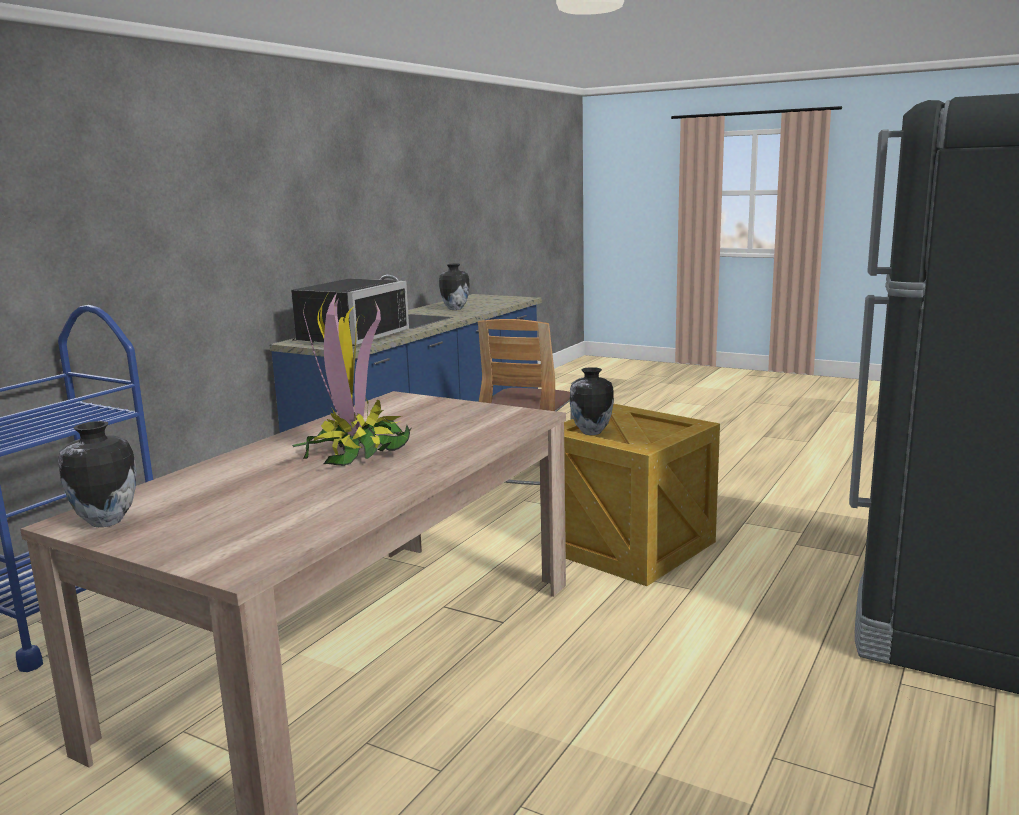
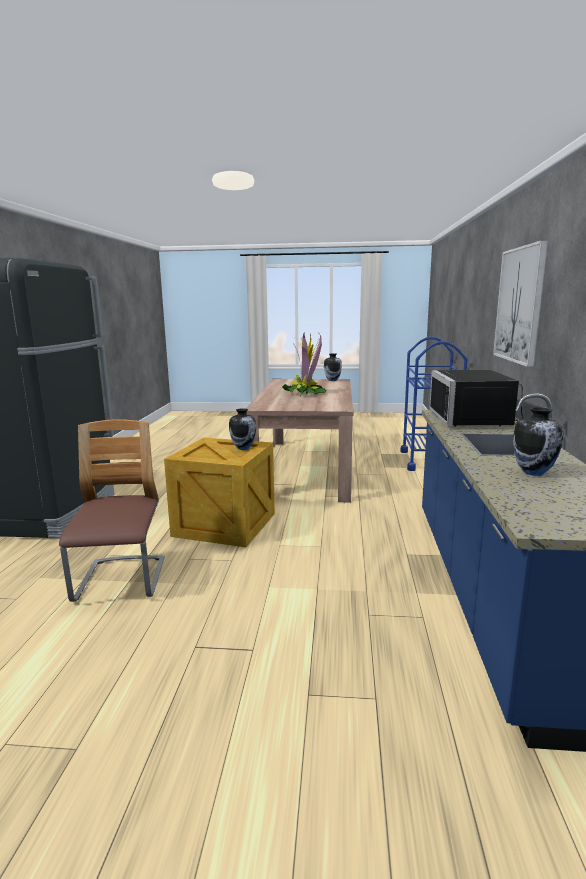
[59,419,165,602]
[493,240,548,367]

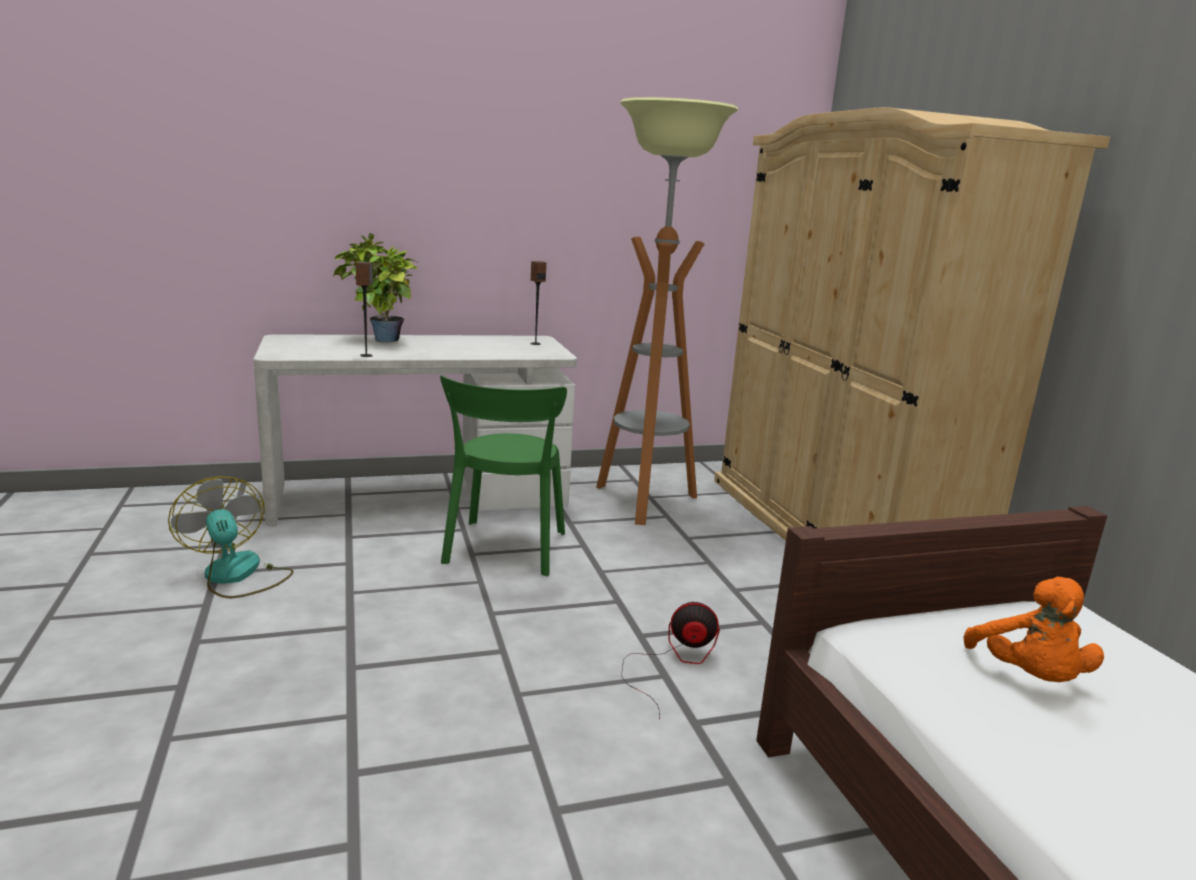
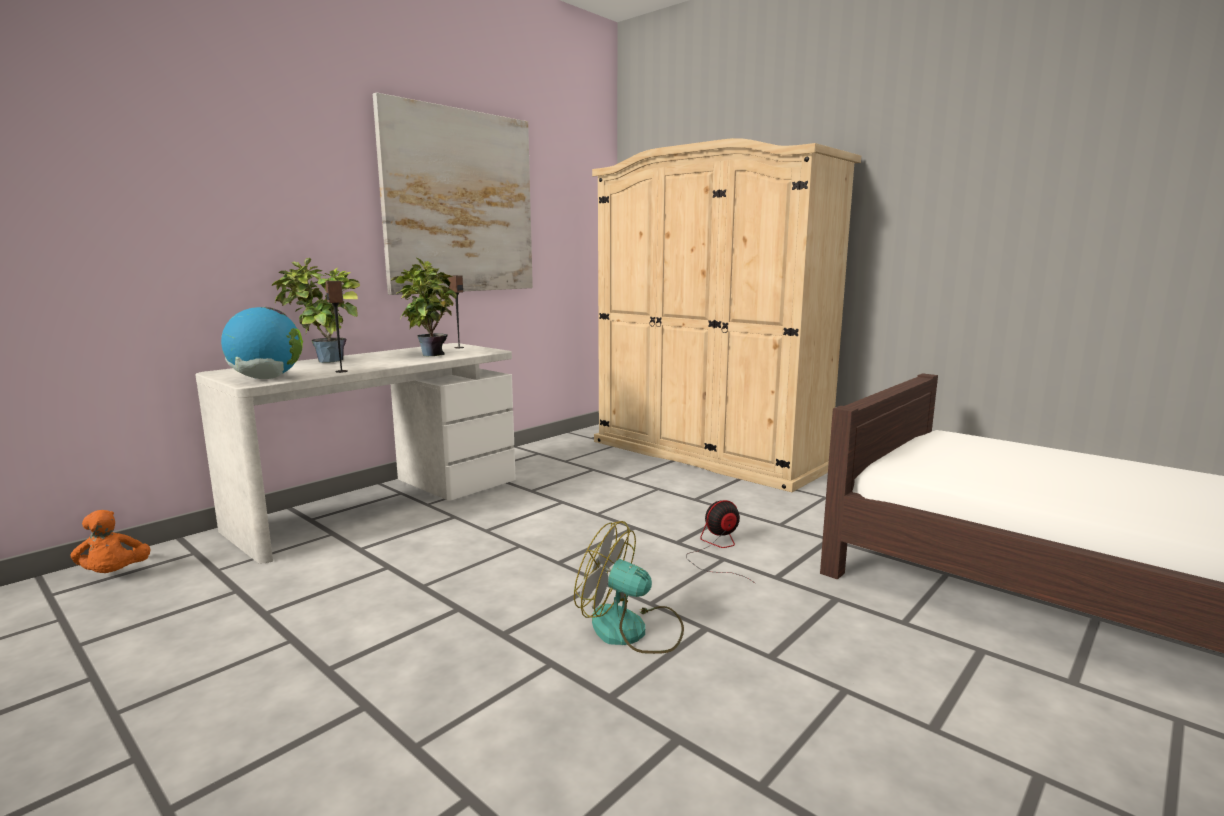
[70,510,151,573]
[221,307,303,379]
[373,92,533,295]
[390,258,457,356]
[574,521,684,654]
[440,375,567,576] (first image)
[596,97,738,525] (first image)

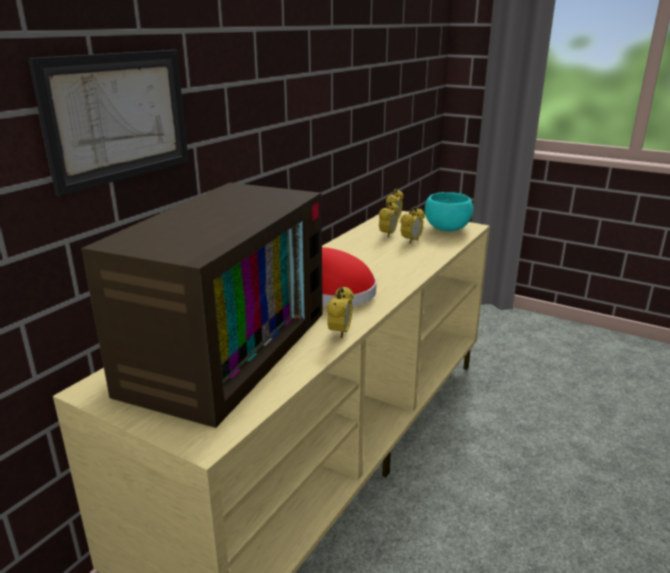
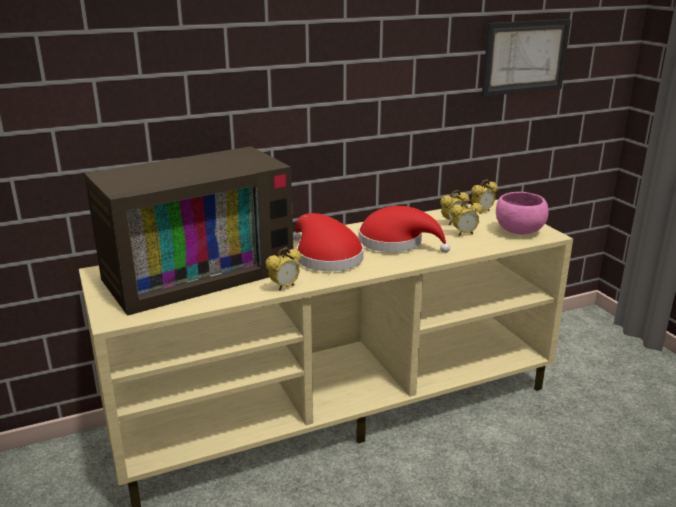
[358,206,450,253]
[482,19,571,96]
[496,192,549,235]

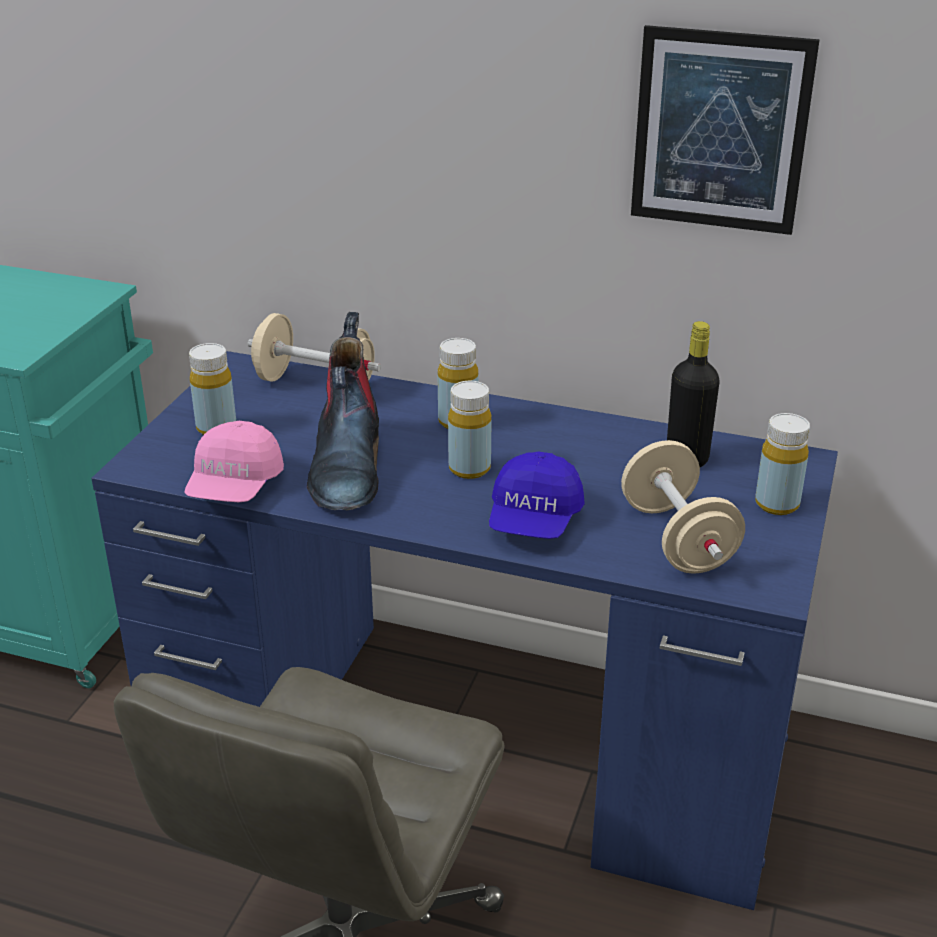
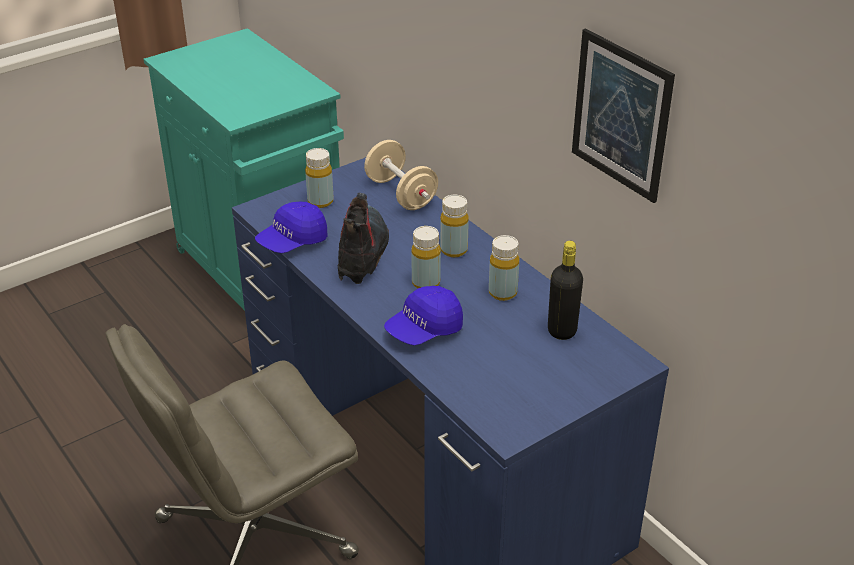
[255,202,327,253]
[338,193,389,284]
[489,235,519,301]
[621,440,745,574] (first image)

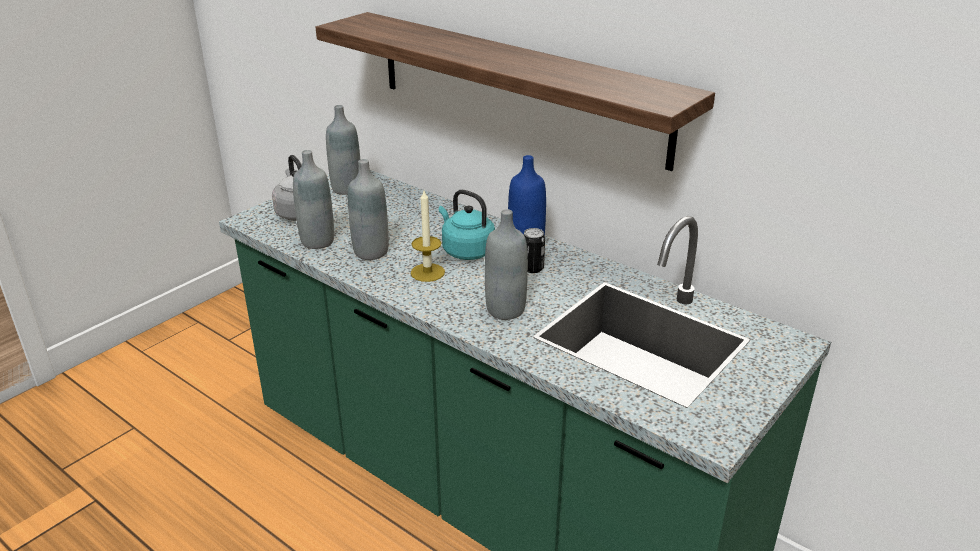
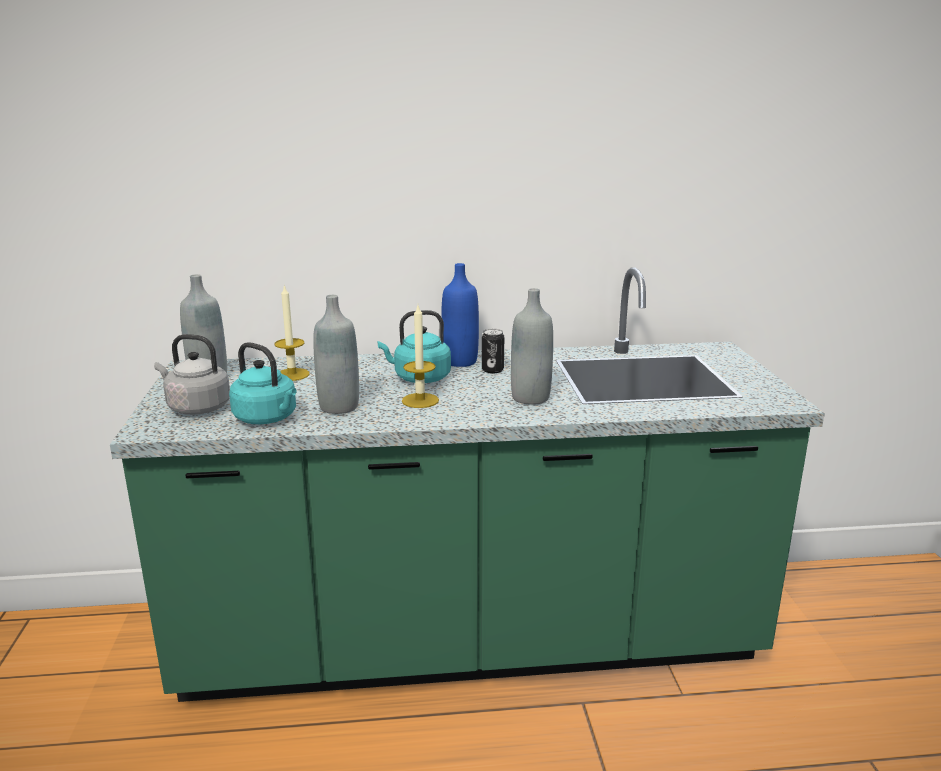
[229,342,297,424]
[274,285,310,381]
[316,12,715,171] (first image)

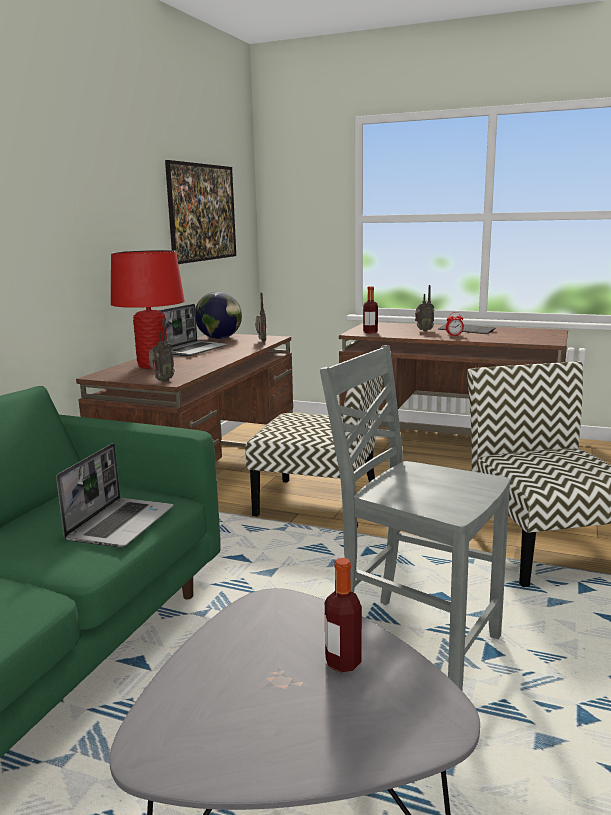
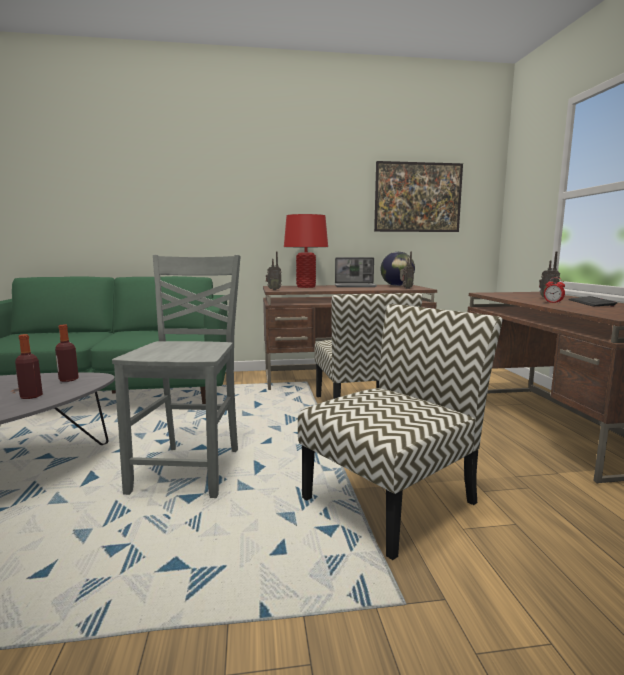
[55,325,79,382]
[56,443,173,547] (first image)

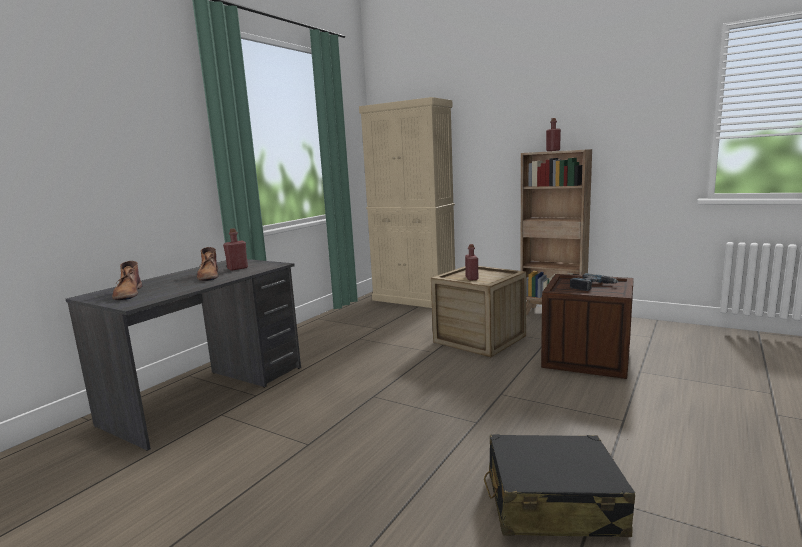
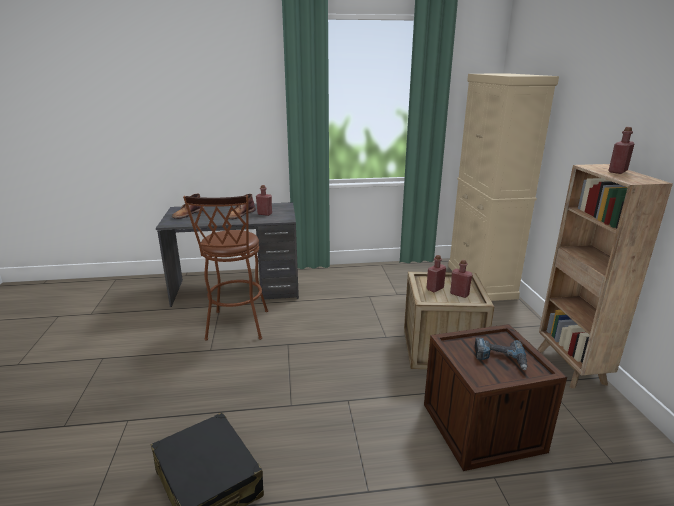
[183,195,268,340]
[450,260,473,298]

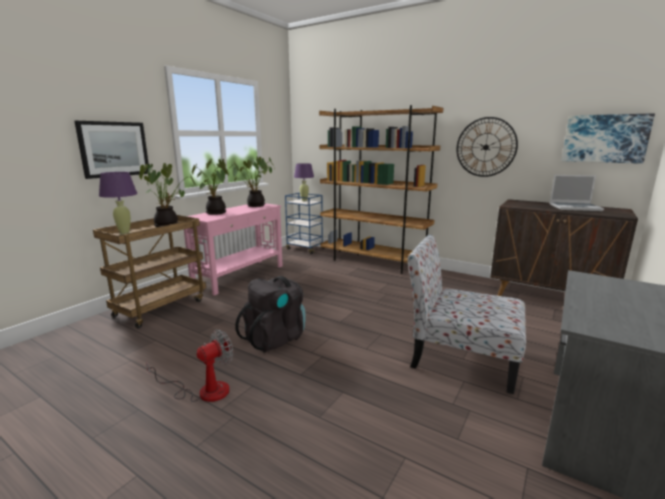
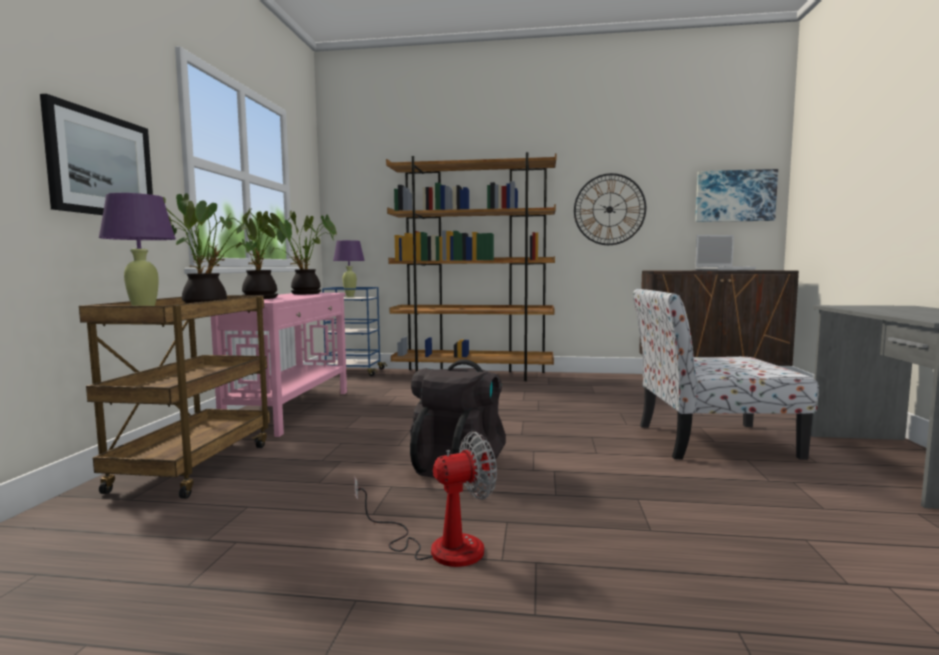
[354,432,497,567]

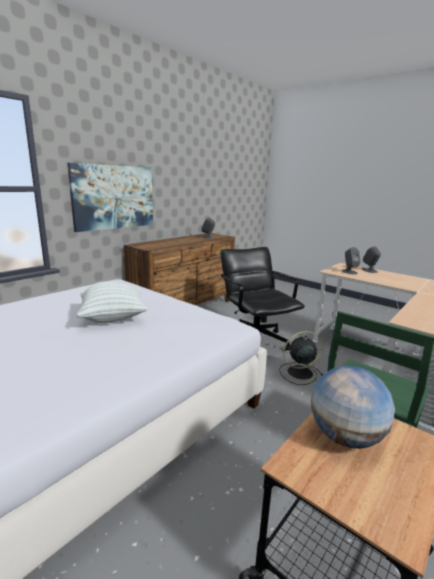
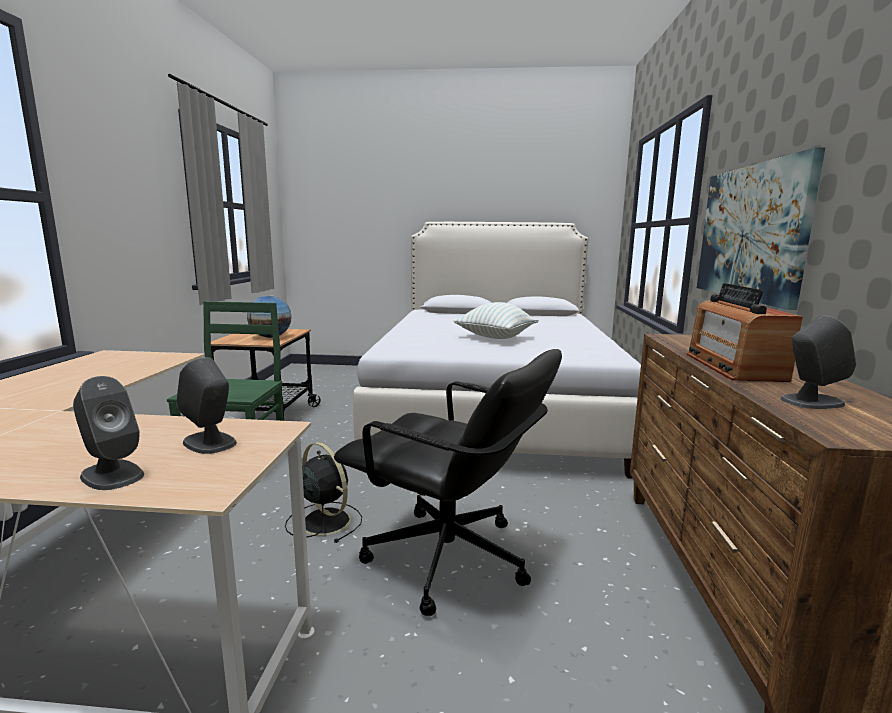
[285,442,362,543]
[686,283,803,382]

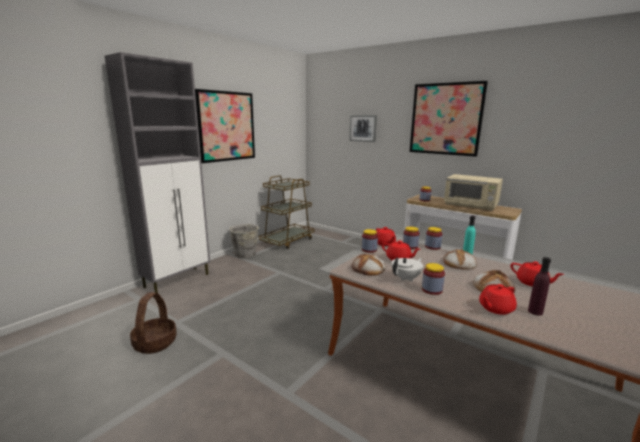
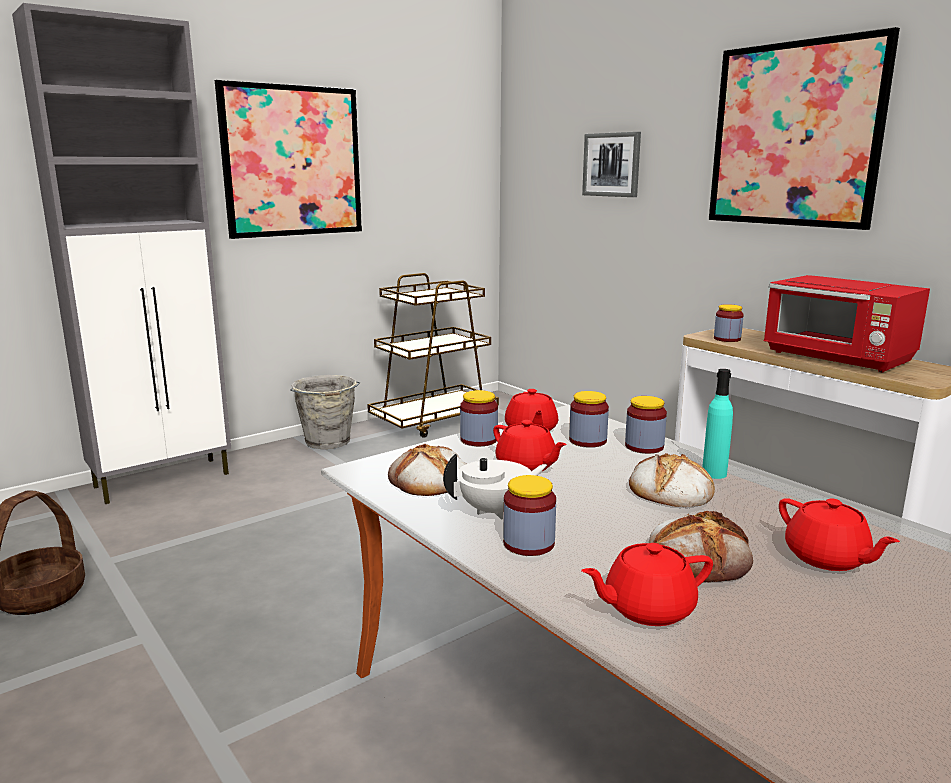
[764,275,930,372]
[528,257,551,316] (first image)

